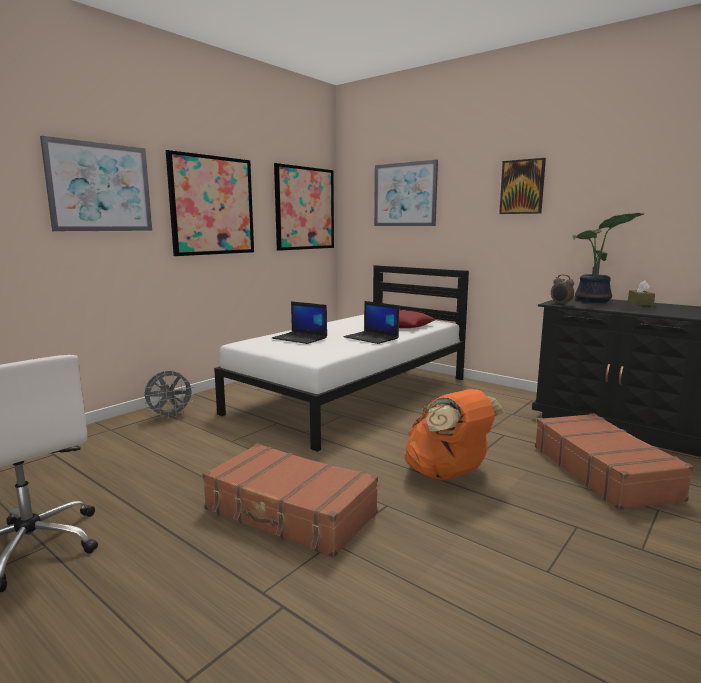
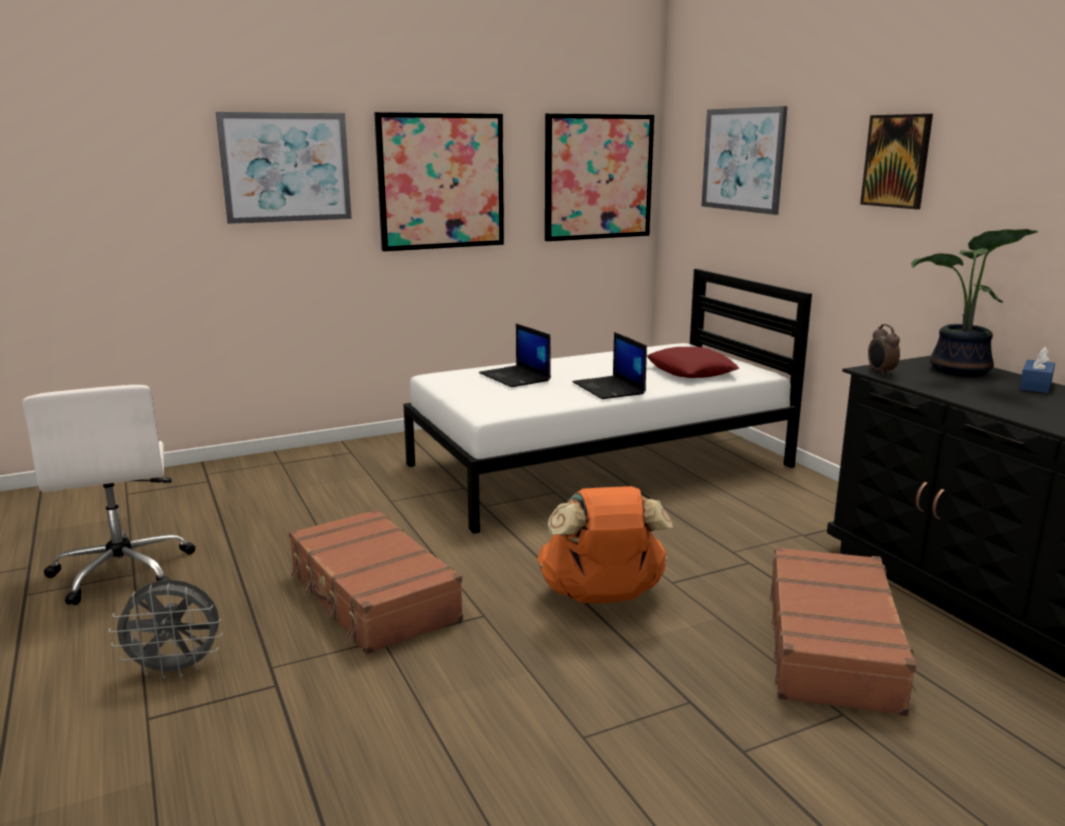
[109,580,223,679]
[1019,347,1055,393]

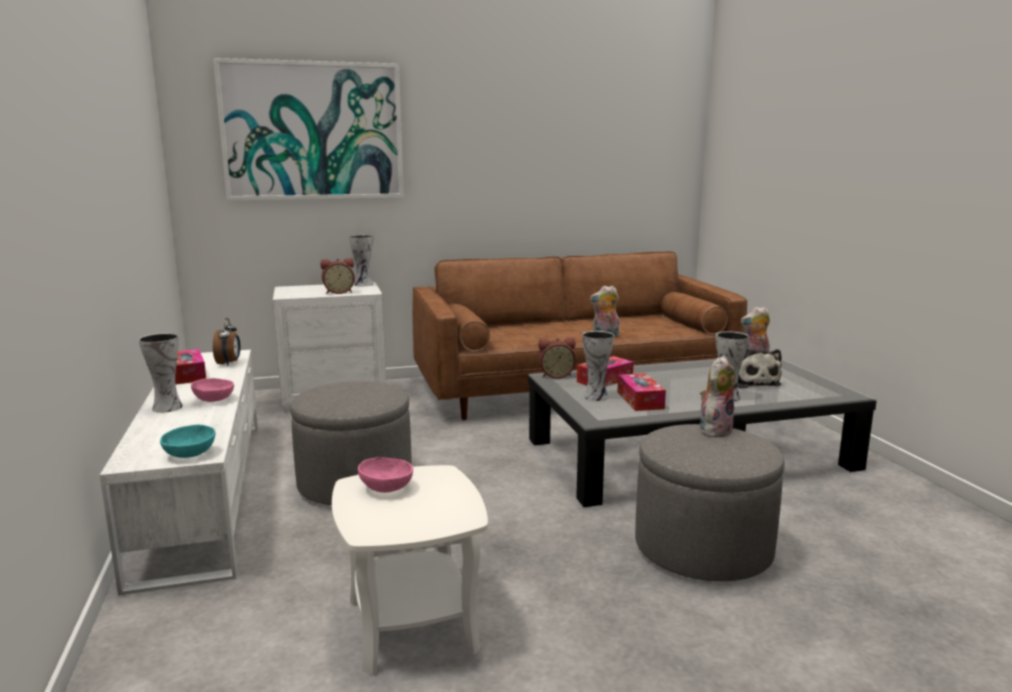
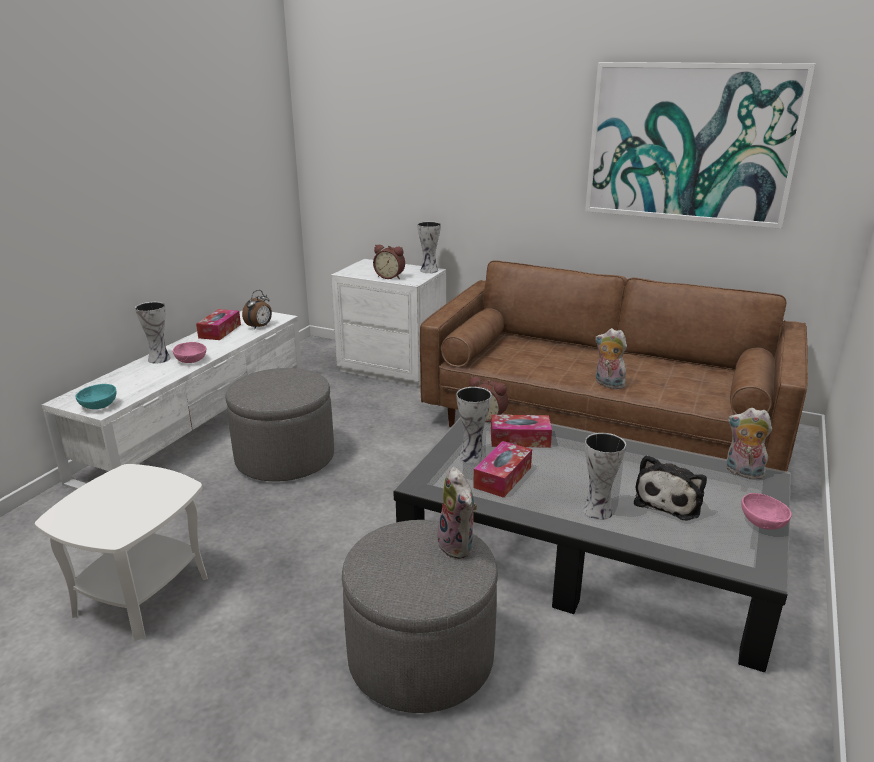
[437,467,477,559]
[585,62,815,229]
[741,493,792,530]

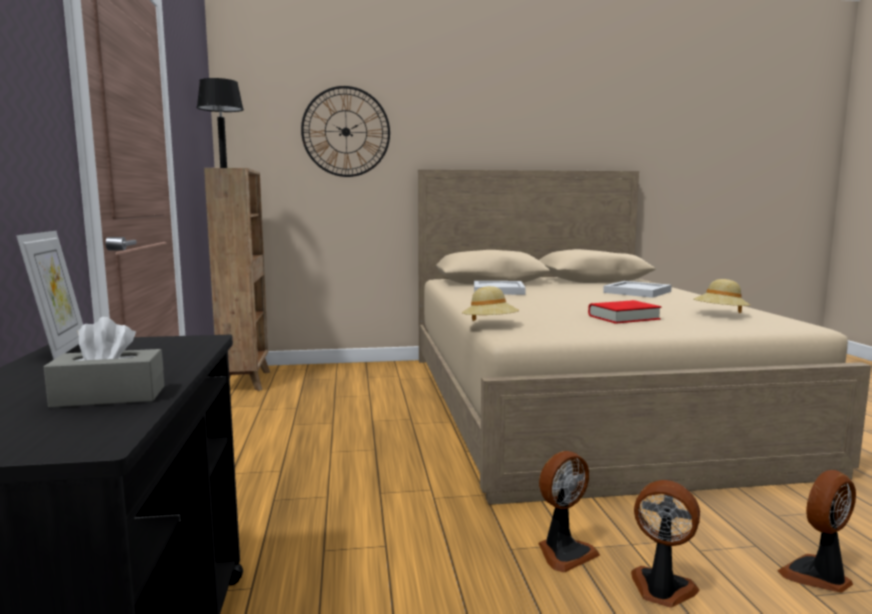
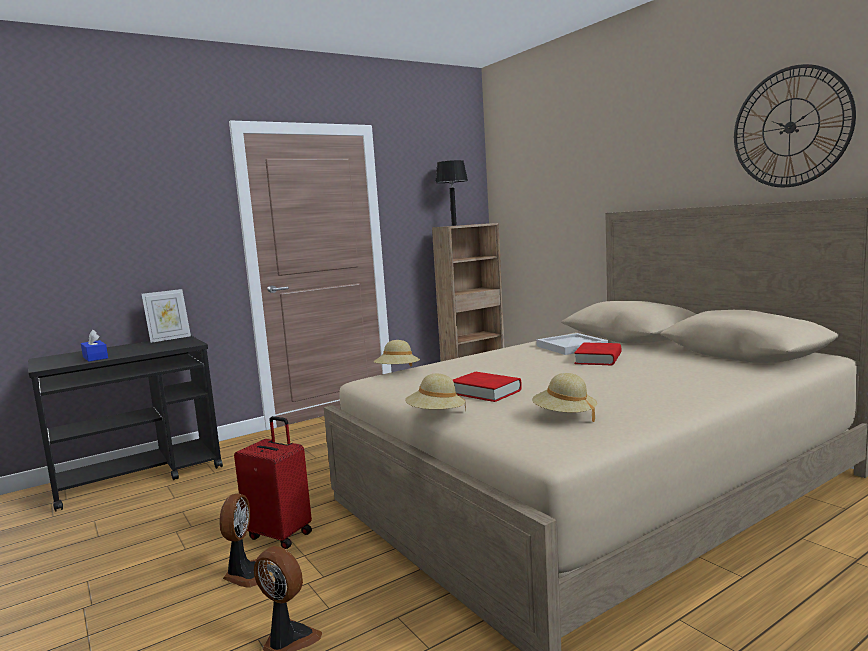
[81,330,108,362]
[234,416,312,549]
[405,374,466,410]
[574,343,621,365]
[734,64,856,187]
[603,281,672,298] (first image)

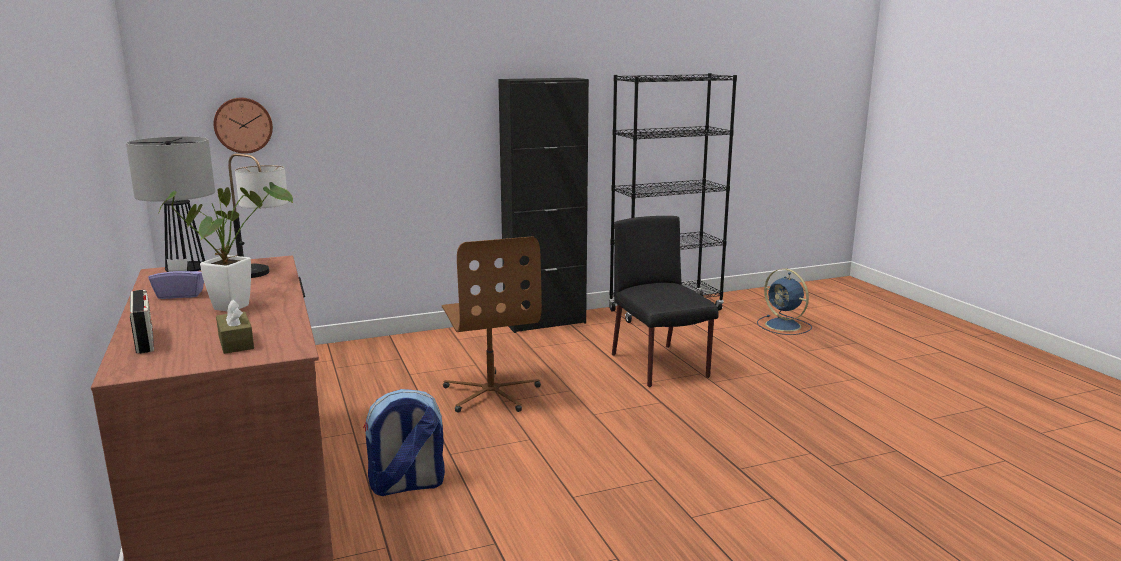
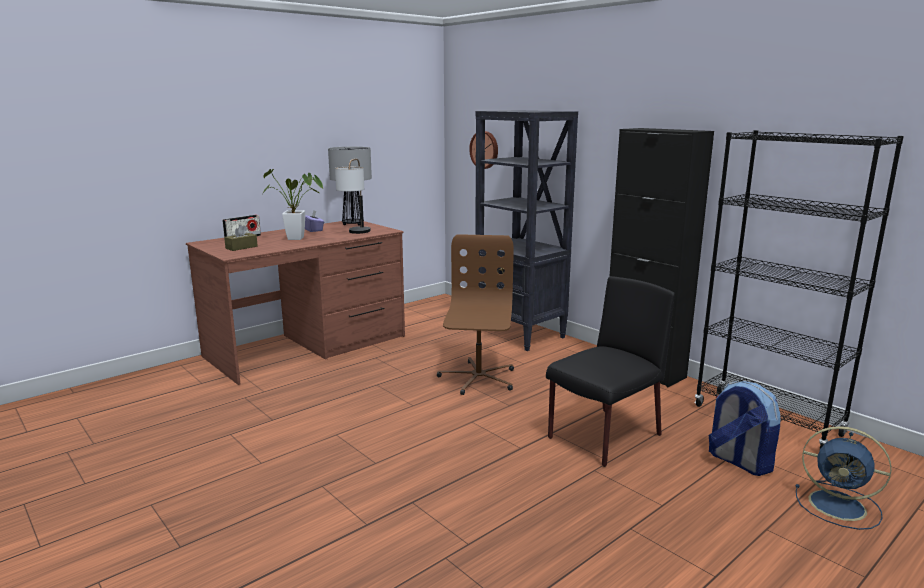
[437,234,514,395]
[475,110,578,351]
[709,381,781,476]
[796,426,891,530]

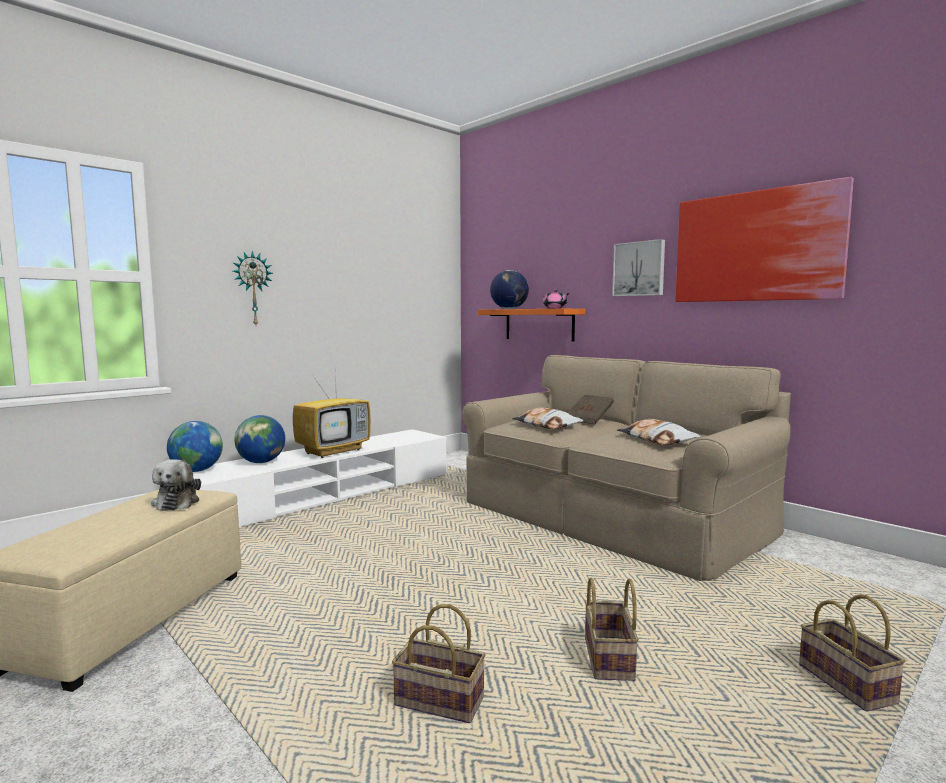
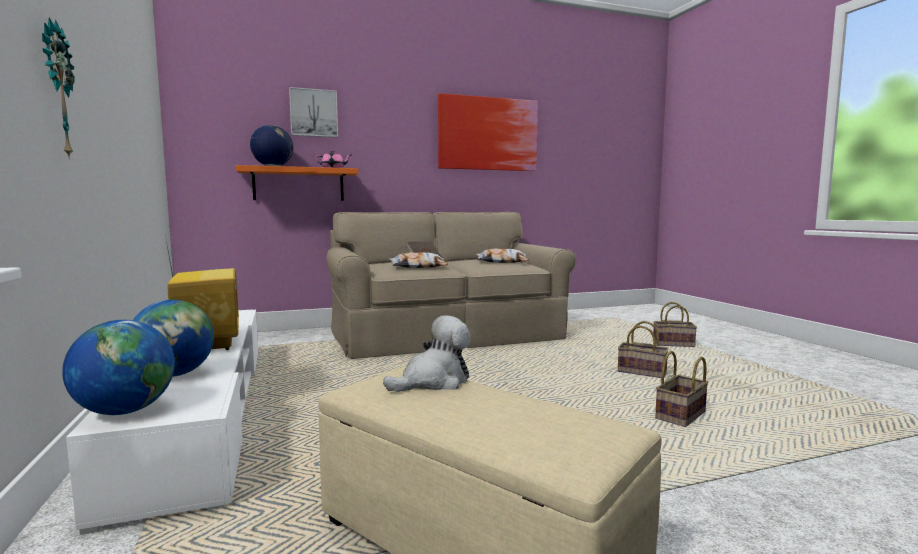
[289,87,338,138]
[383,315,471,392]

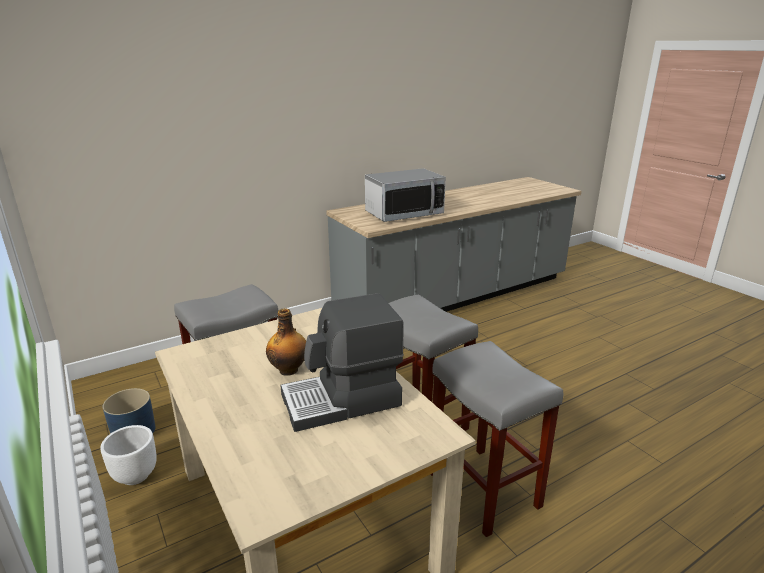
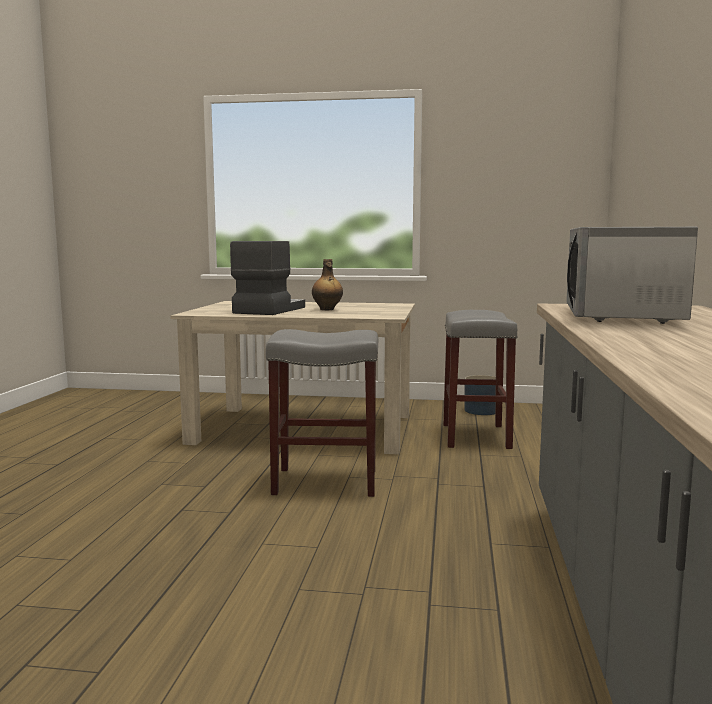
[100,425,157,485] (first image)
[430,341,563,537] (first image)

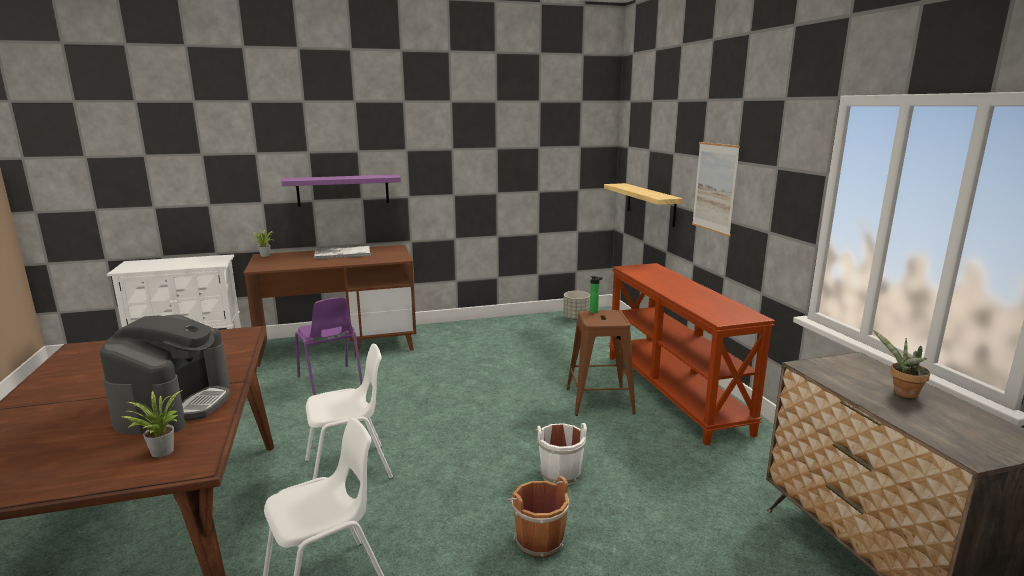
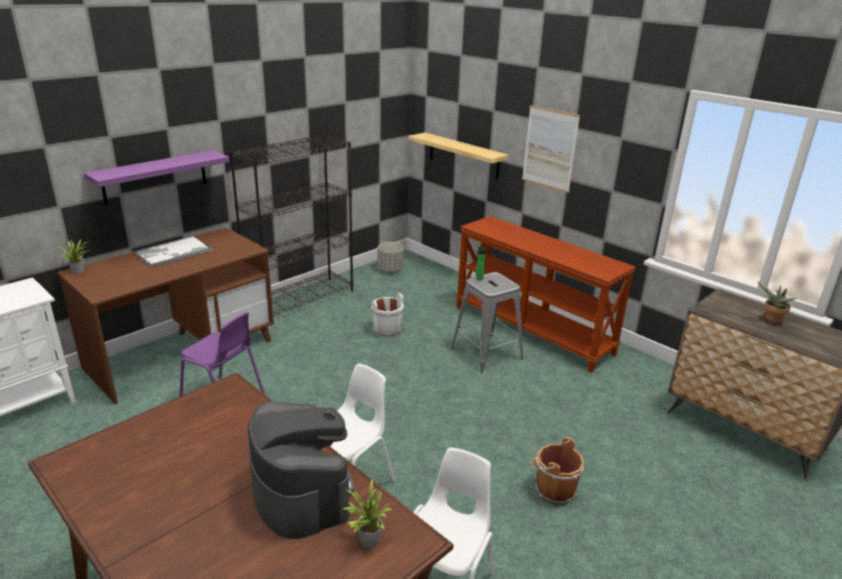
[229,134,353,316]
[368,294,404,337]
[451,272,523,373]

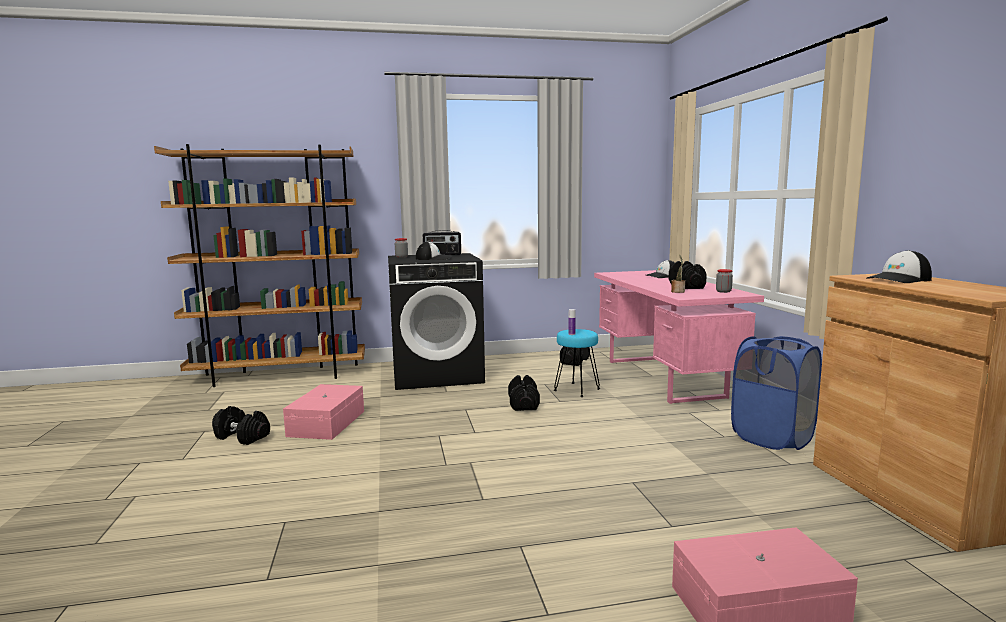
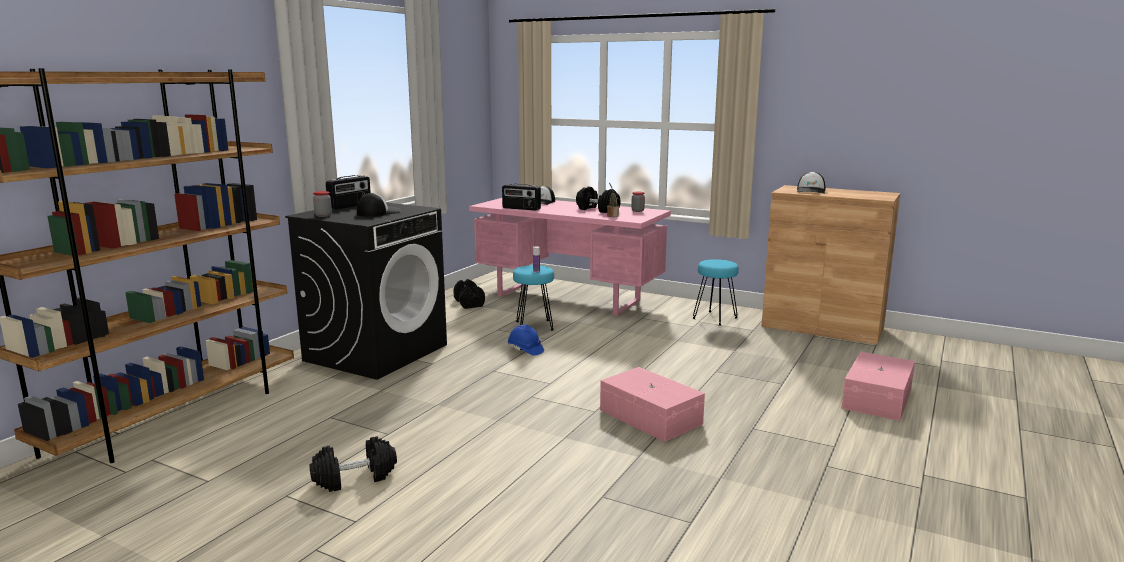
[502,184,541,211]
[508,325,544,356]
[600,367,705,442]
[692,259,739,325]

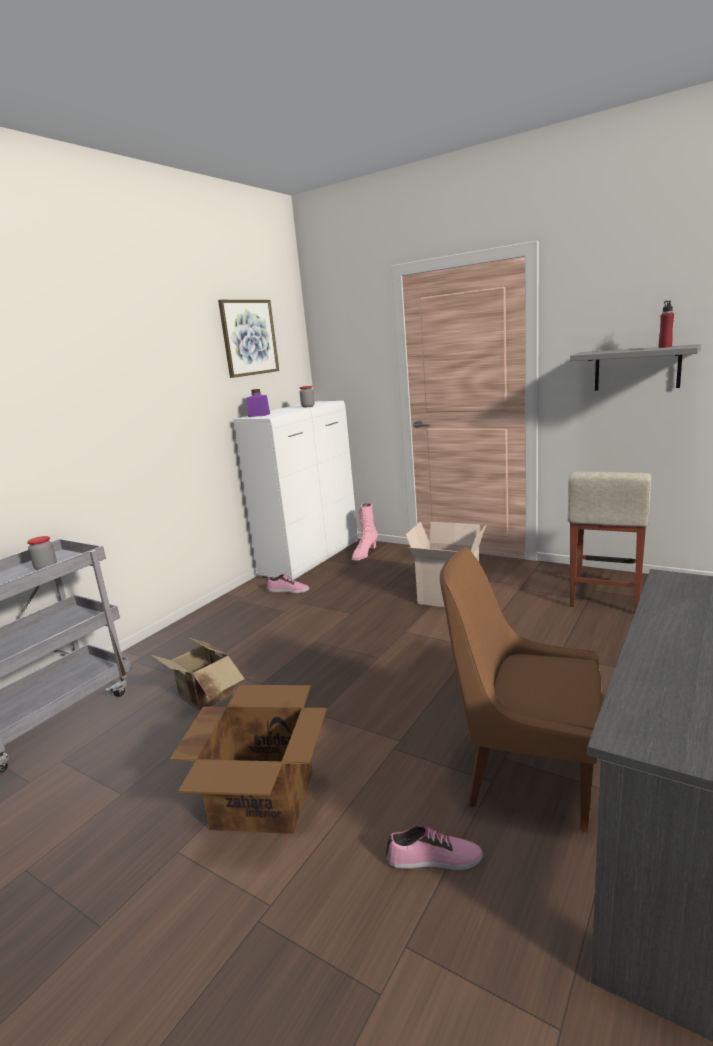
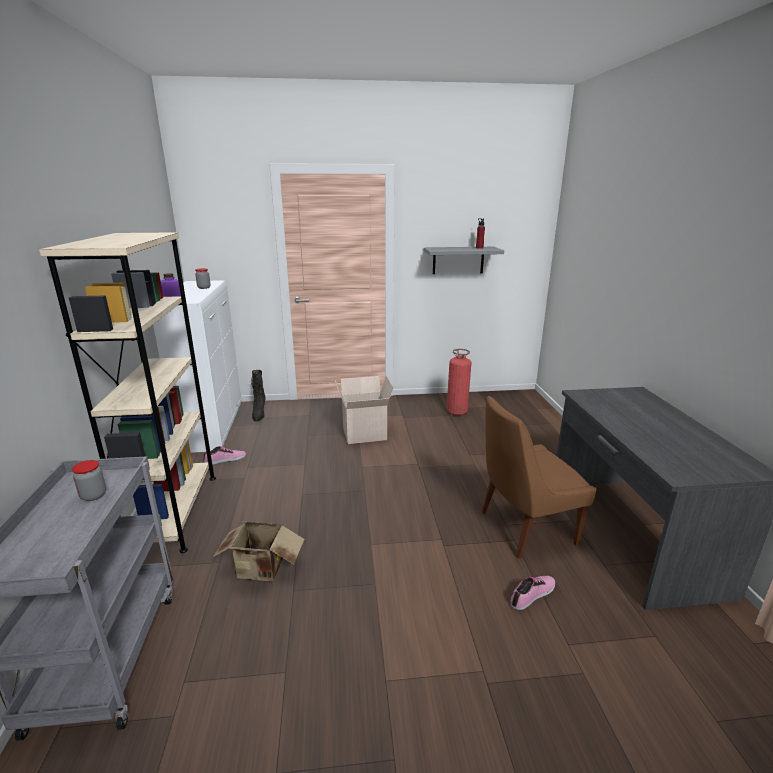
[39,232,216,553]
[251,370,266,422]
[447,349,472,415]
[170,685,327,834] (first image)
[218,300,279,378] (first image)

